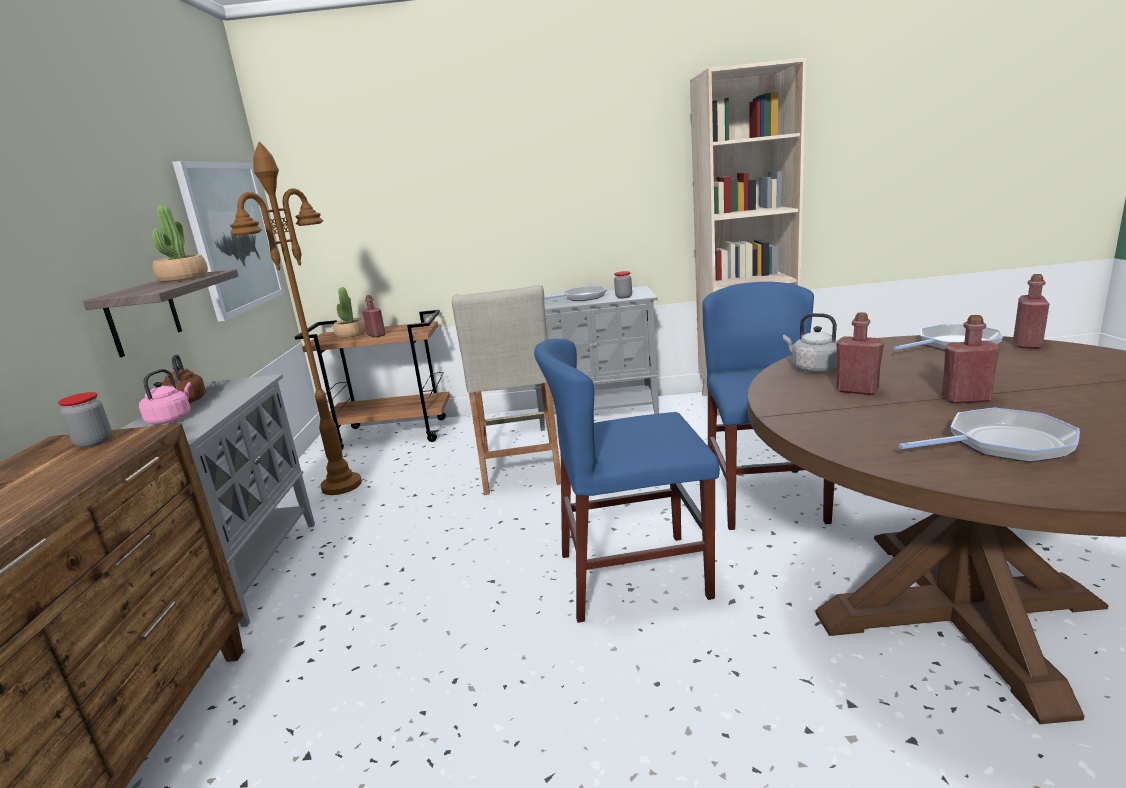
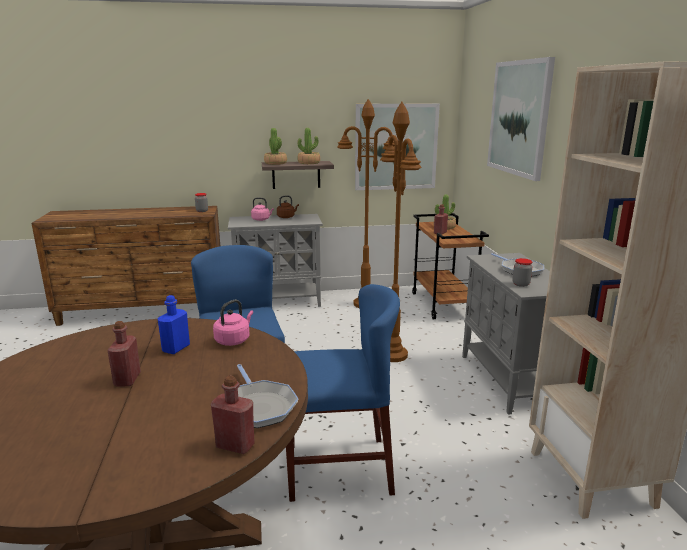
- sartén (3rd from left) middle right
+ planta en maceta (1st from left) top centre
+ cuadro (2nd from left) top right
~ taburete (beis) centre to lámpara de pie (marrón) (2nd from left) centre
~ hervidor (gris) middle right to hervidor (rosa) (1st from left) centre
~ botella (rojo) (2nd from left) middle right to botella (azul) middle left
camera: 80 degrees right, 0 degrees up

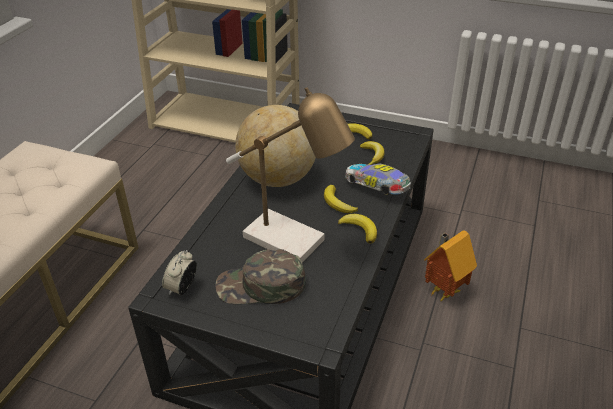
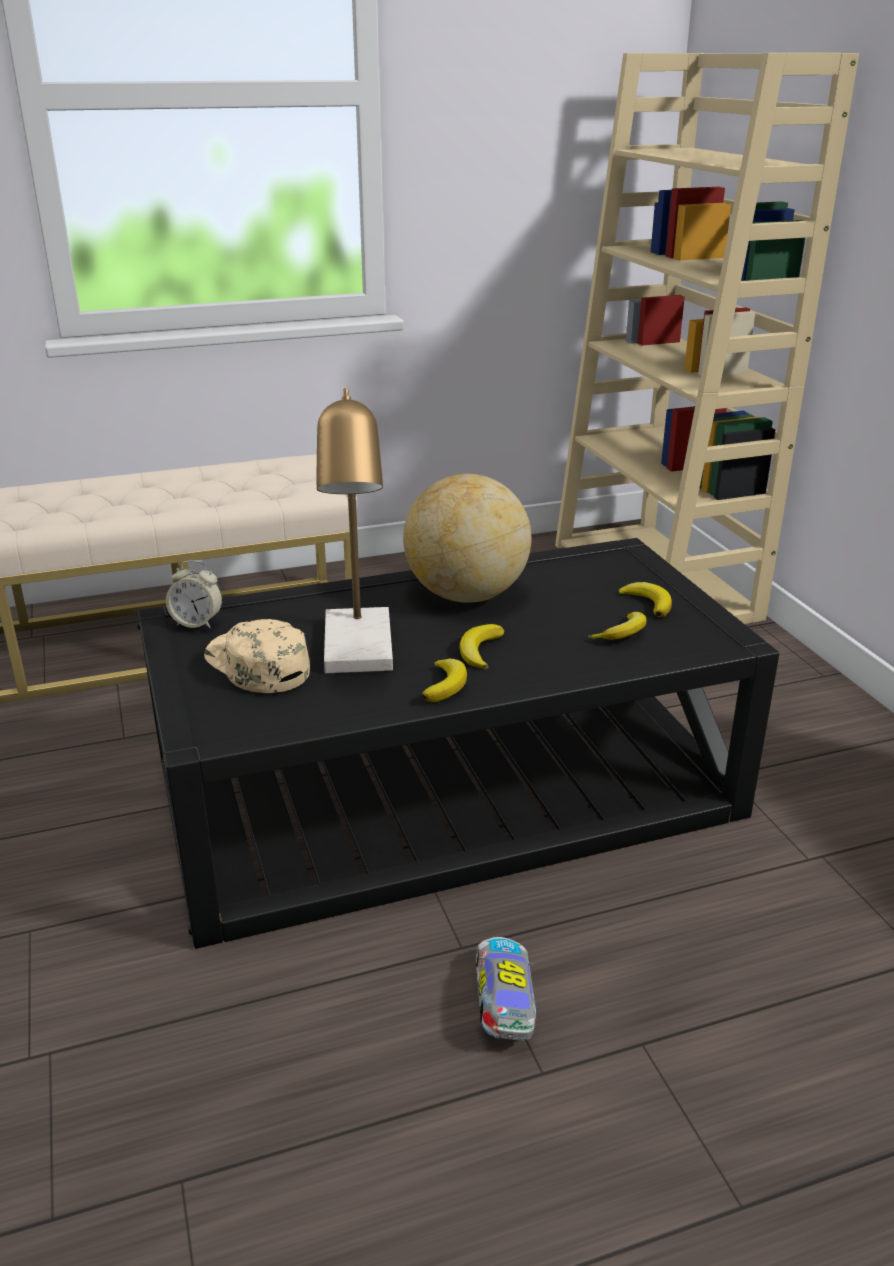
- casita middle right
~ coche de juguete centre to bottom centre
~ gorra (verde) bottom centre to gorra (beis) middle left
~ despertador middle left = middle left 150 degrees counterclockwise
camera: 50 degrees right, 10 degrees down

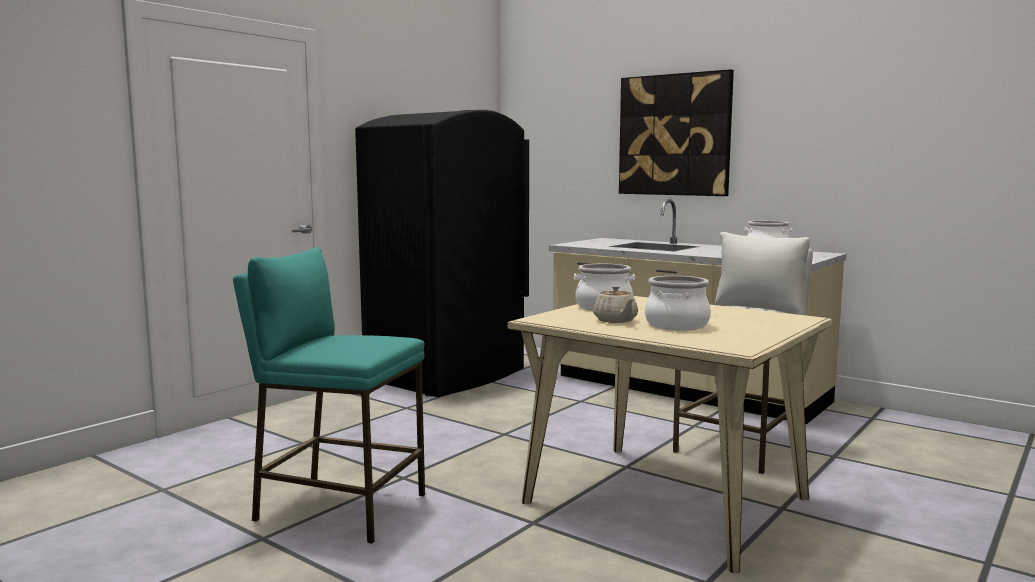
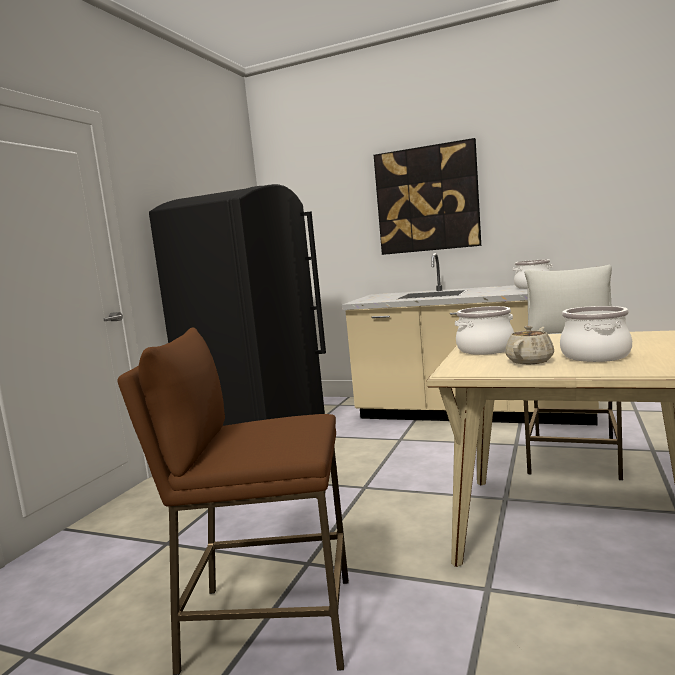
~ taburete (turquesa) bottom left to taburete (marrón) bottom centre
~ tetera (beis) centre = middle right 105 degrees counterclockwise
camera: 15 degrees left, 0 degrees up

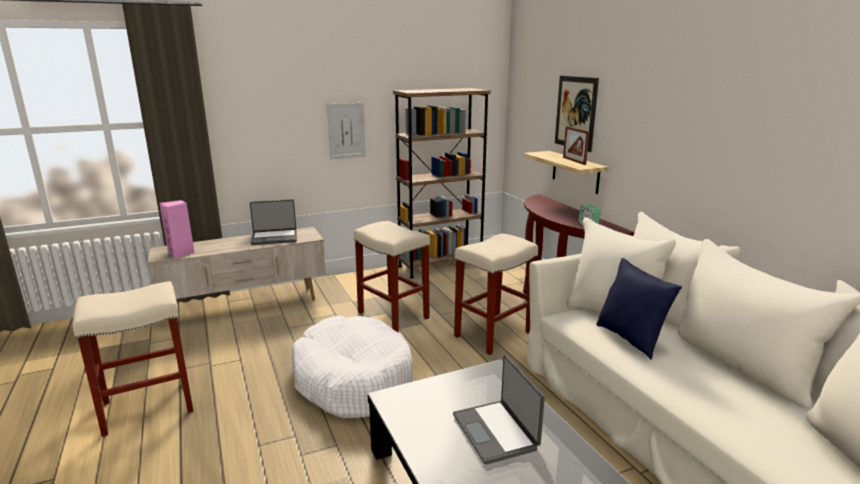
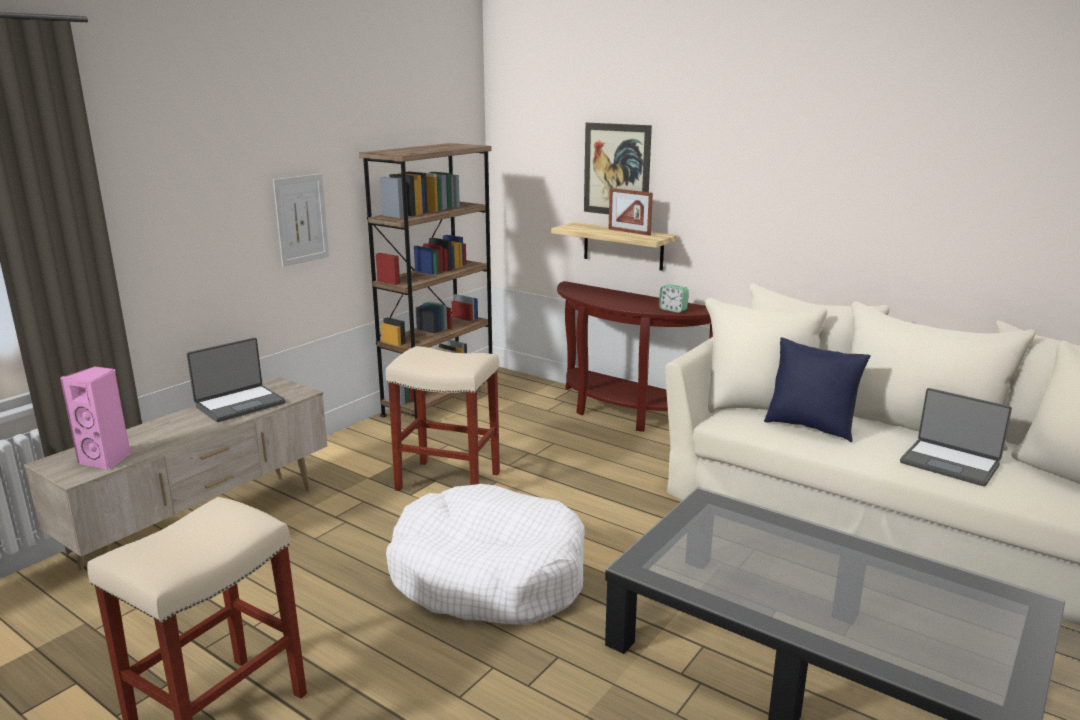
- taburete (beis) (3rd from left) centre
~ portátil (2nd from left) bottom centre to middle right
camera: 30 degrees left, 0 degrees up

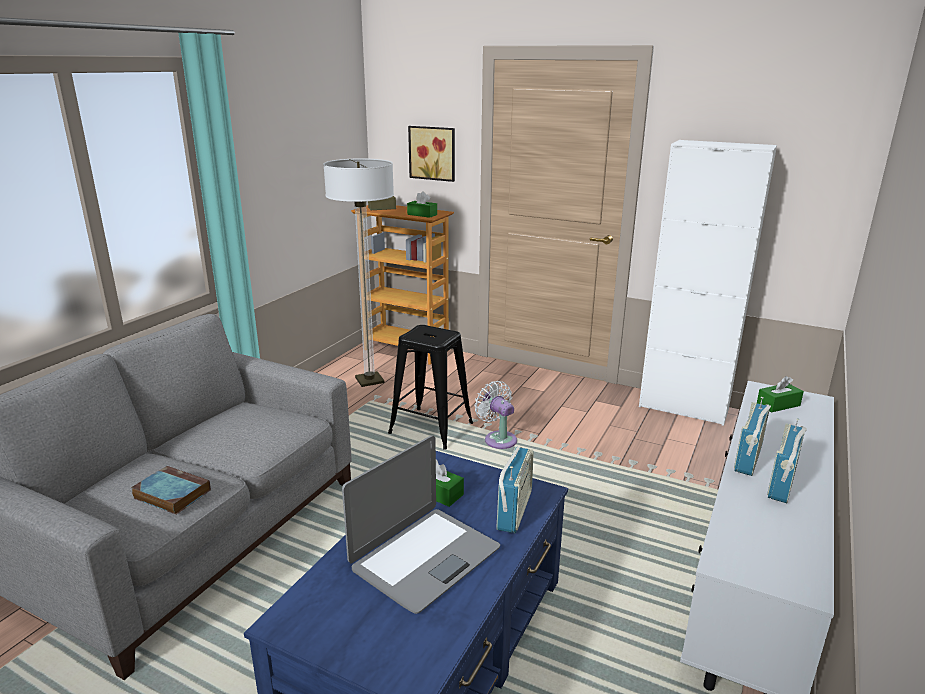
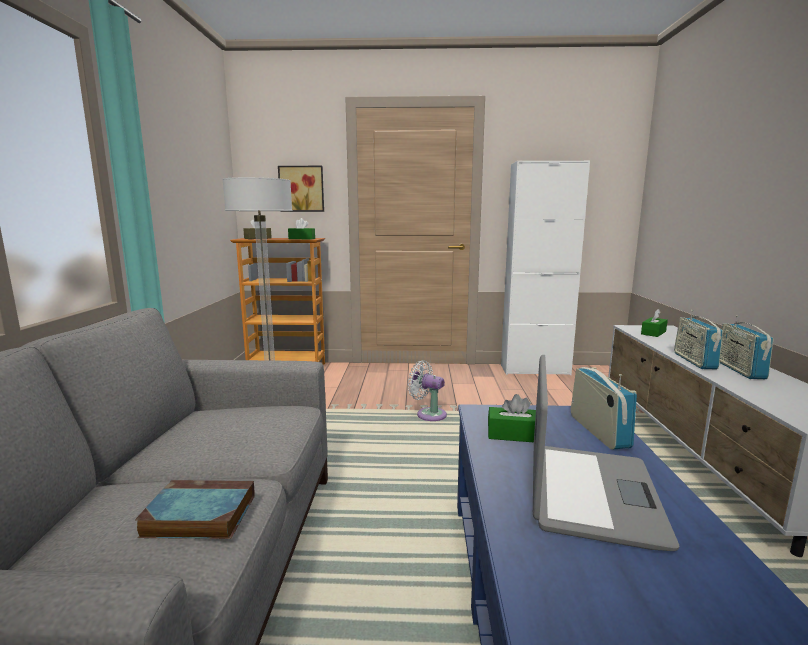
- taburete (negro) centre
camera: 25 degrees left, 10 degrees down

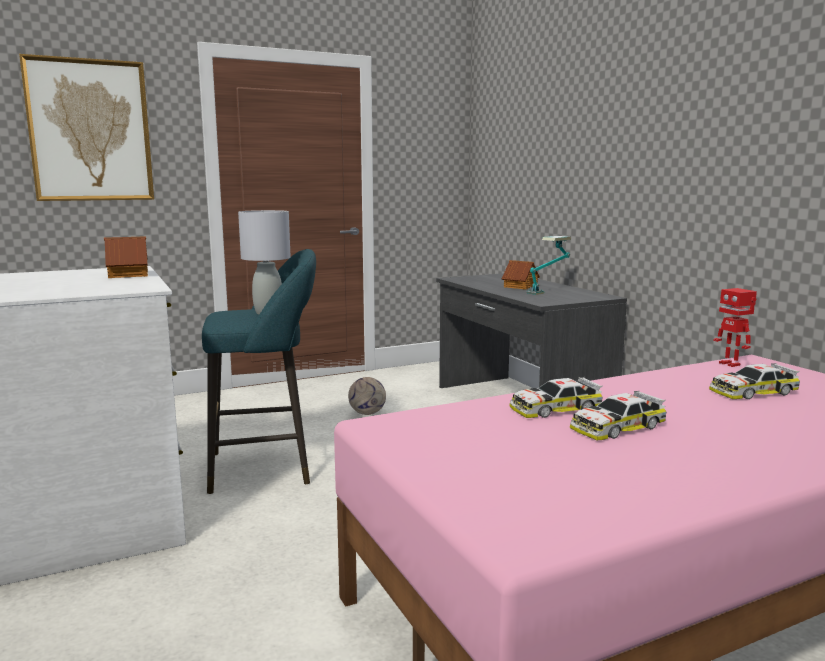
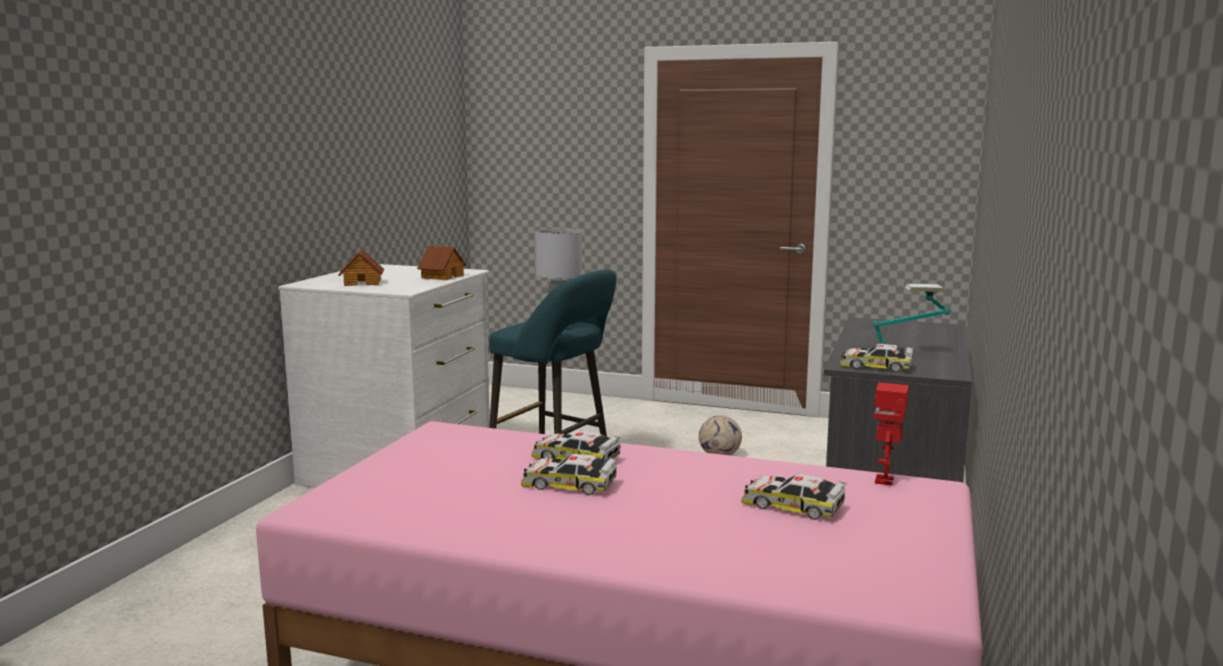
- cuadro top left
+ coche de juguete (4th from left) middle right
~ casita (2nd from left in the first image) centre to casita (1st from left) middle left
camera: 45 degrees right, 0 degrees up

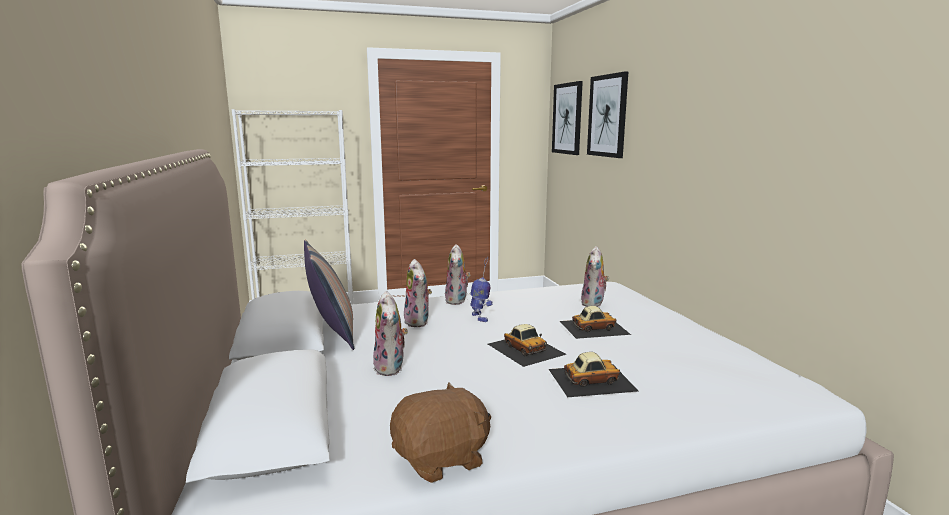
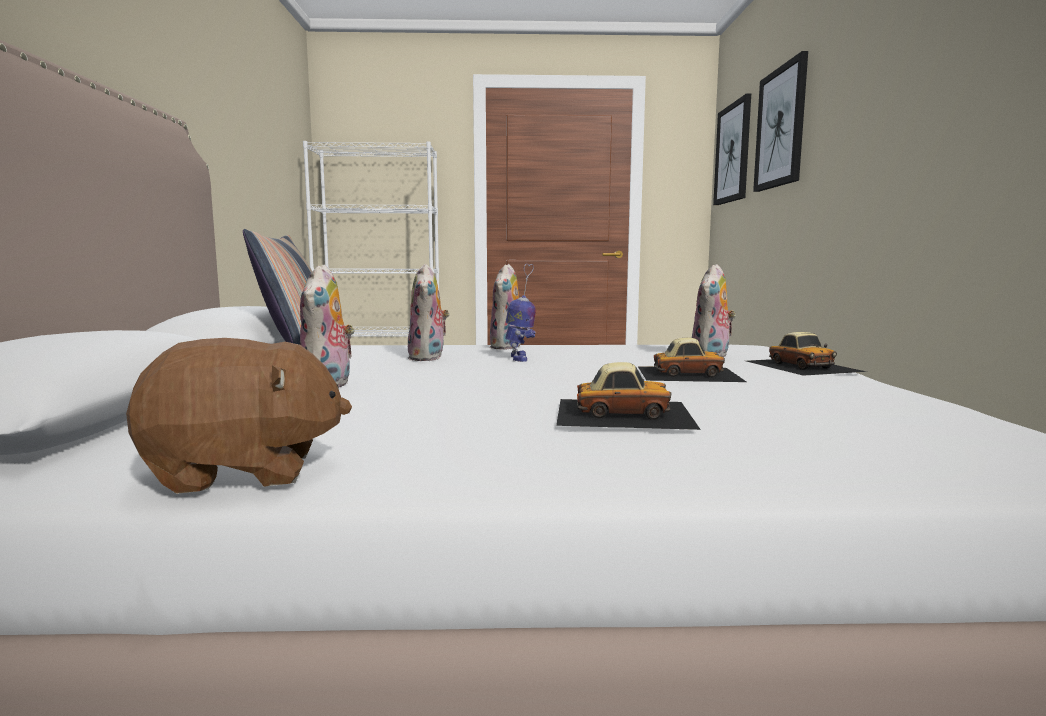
~ coche de juguete (1st from left in the first image) bottom centre to coche de juguete (3rd from left) middle right
camera: 15 degrees right, 5 degrees down

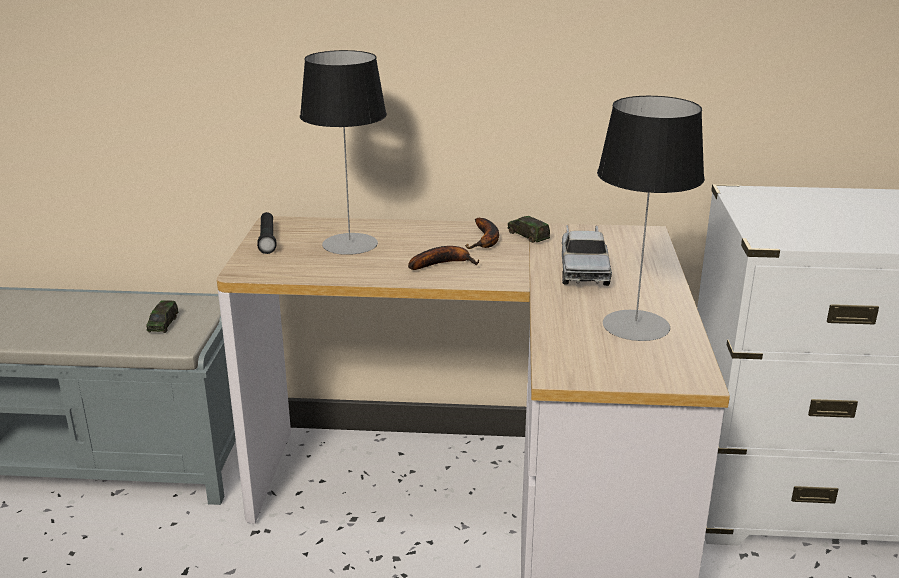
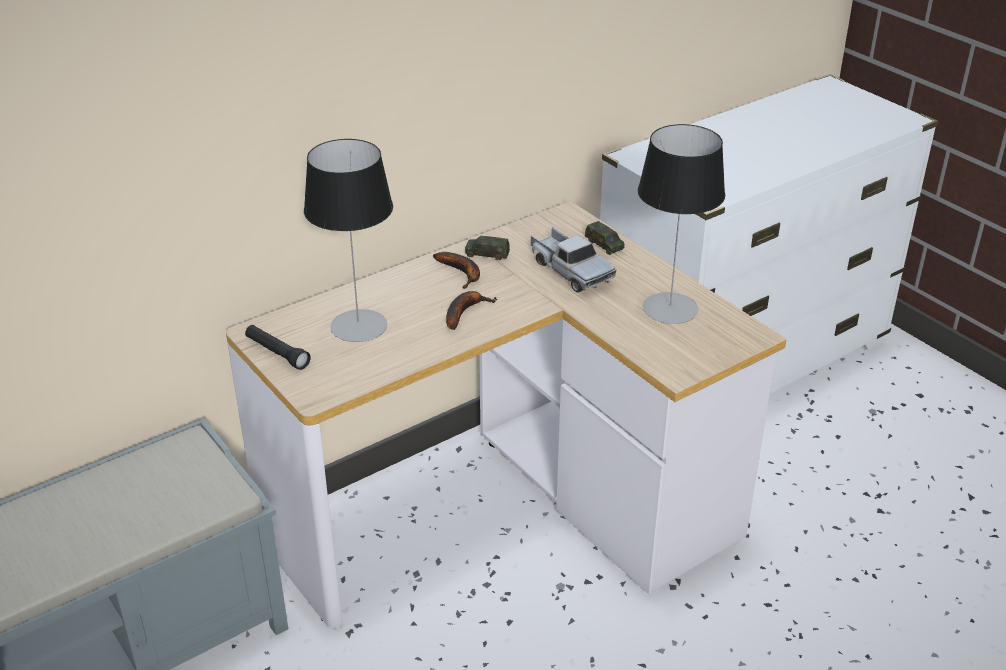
~ coche de juguete (1st from left in the first image) middle left to coche de juguete (2nd from left) centre
camera: 40 degrees left, 10 degrees up

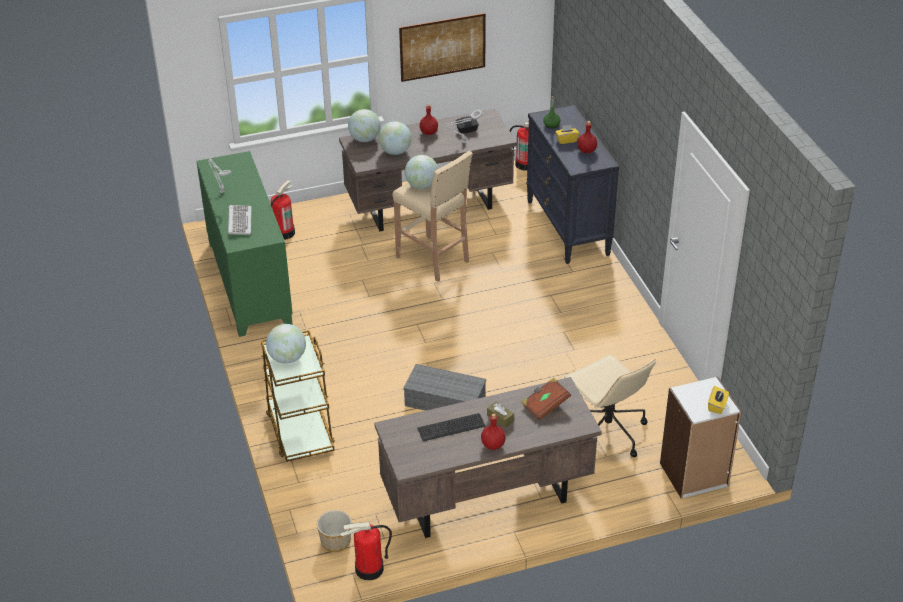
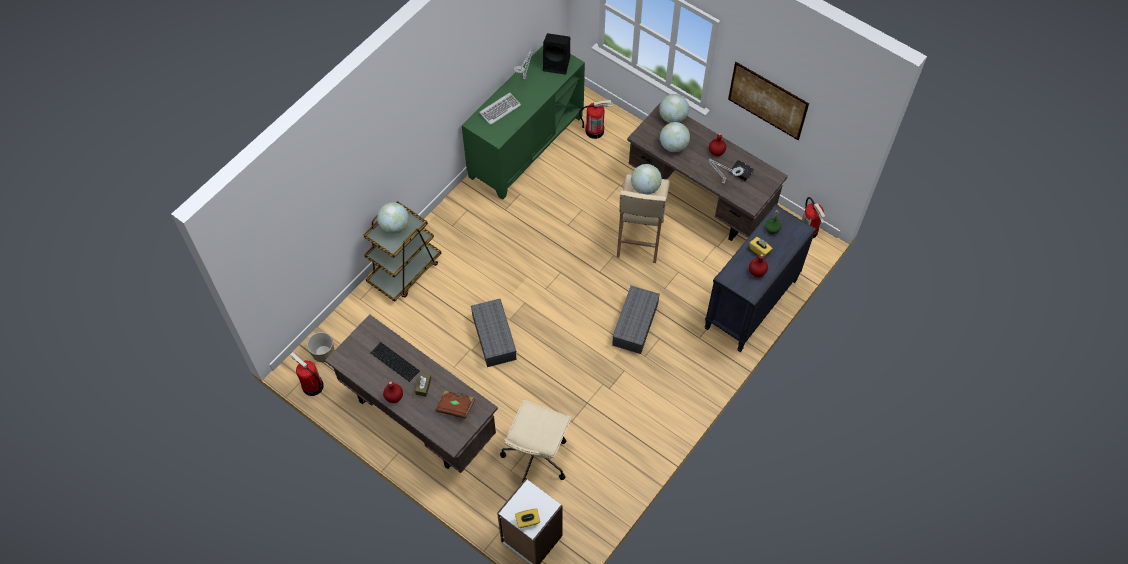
+ altavoz (negro) top centre
+ caja de almacenaje (gris) (2nd from left) centre
camera: 55 degrees right, 20 degrees up

